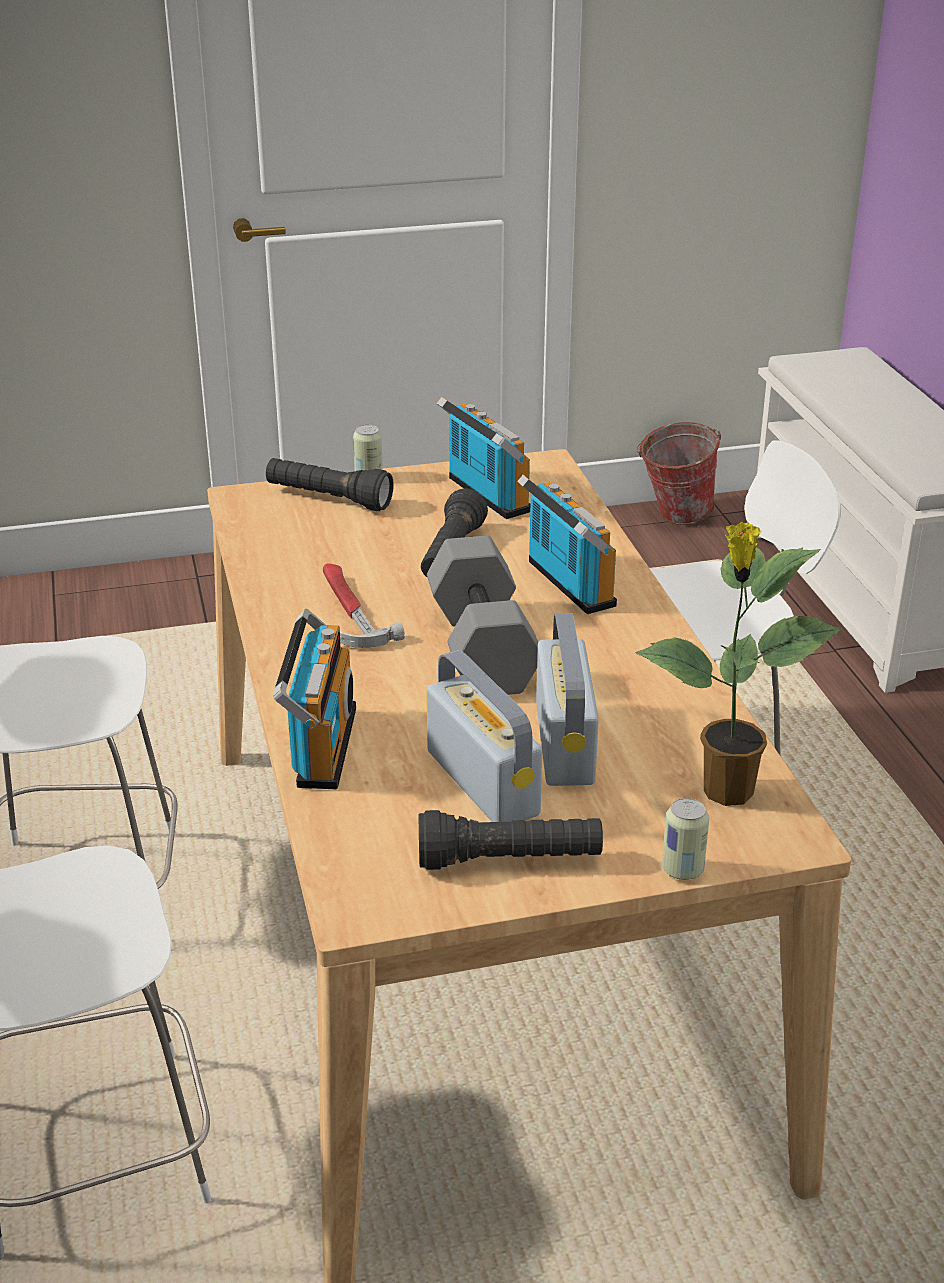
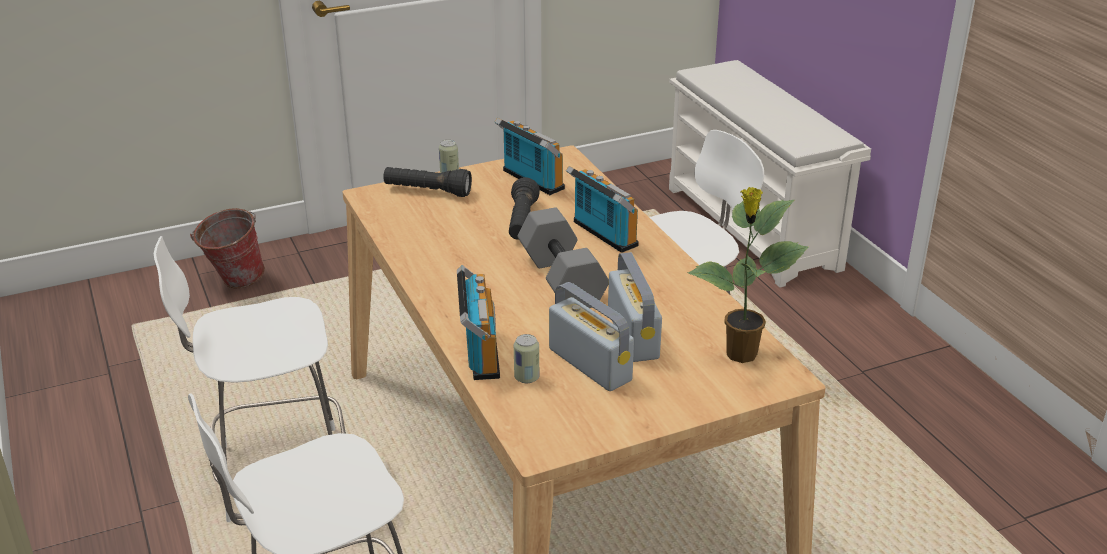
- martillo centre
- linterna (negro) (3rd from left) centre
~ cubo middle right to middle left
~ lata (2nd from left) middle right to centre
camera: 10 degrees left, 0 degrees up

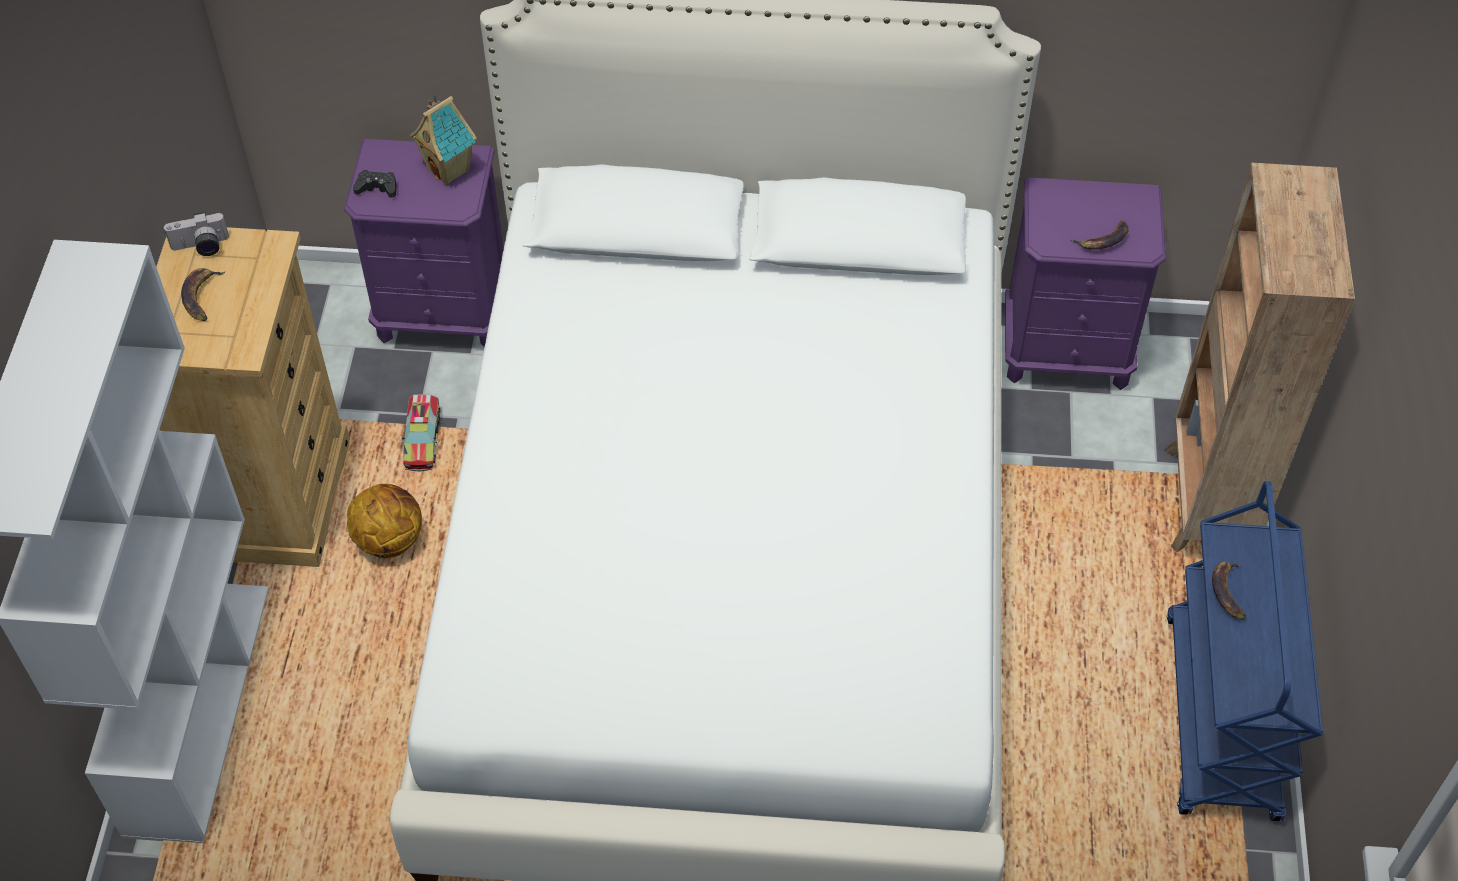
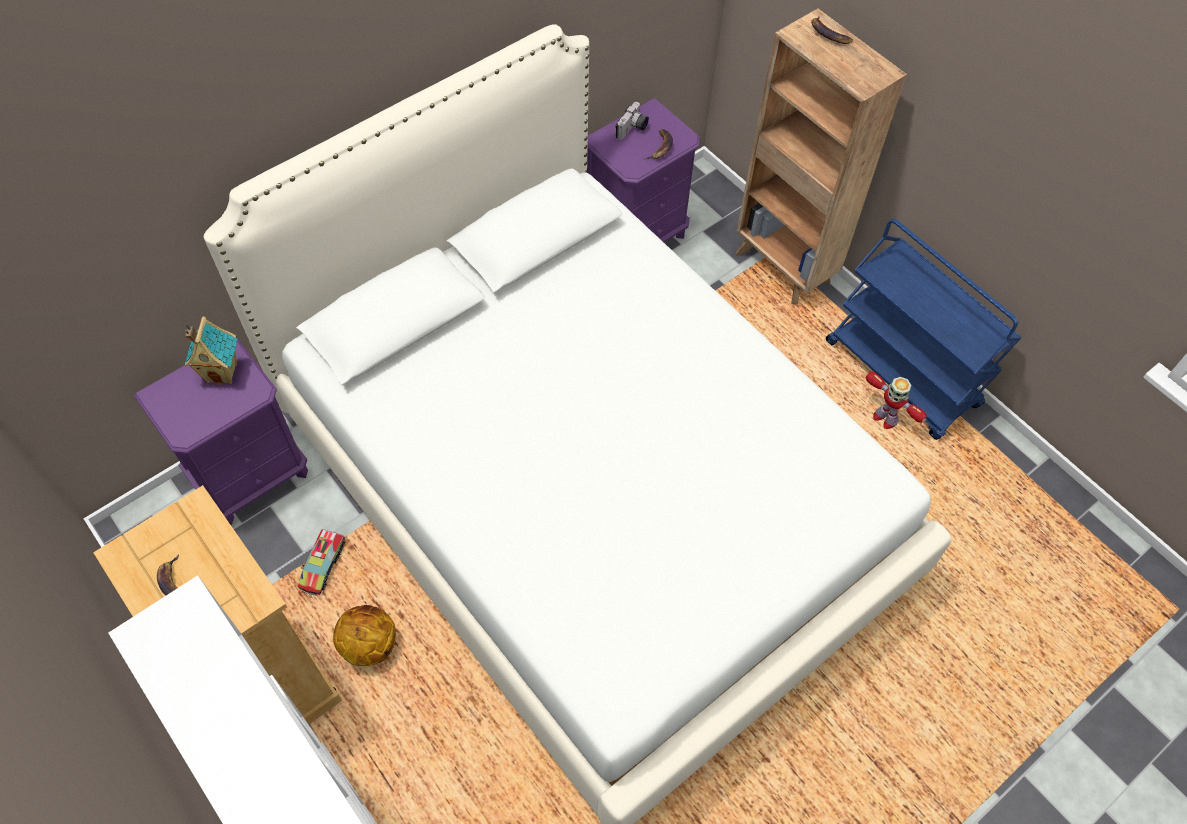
- mando de consola (negro) top left
+ robot de juguete middle right
~ cámara top left to top centre
~ plátano (3rd from left) bottom right to top right
~ camión de juguete middle left = bottom left 60 degrees clockwise
camera: 45 degrees left, 5 degrees up

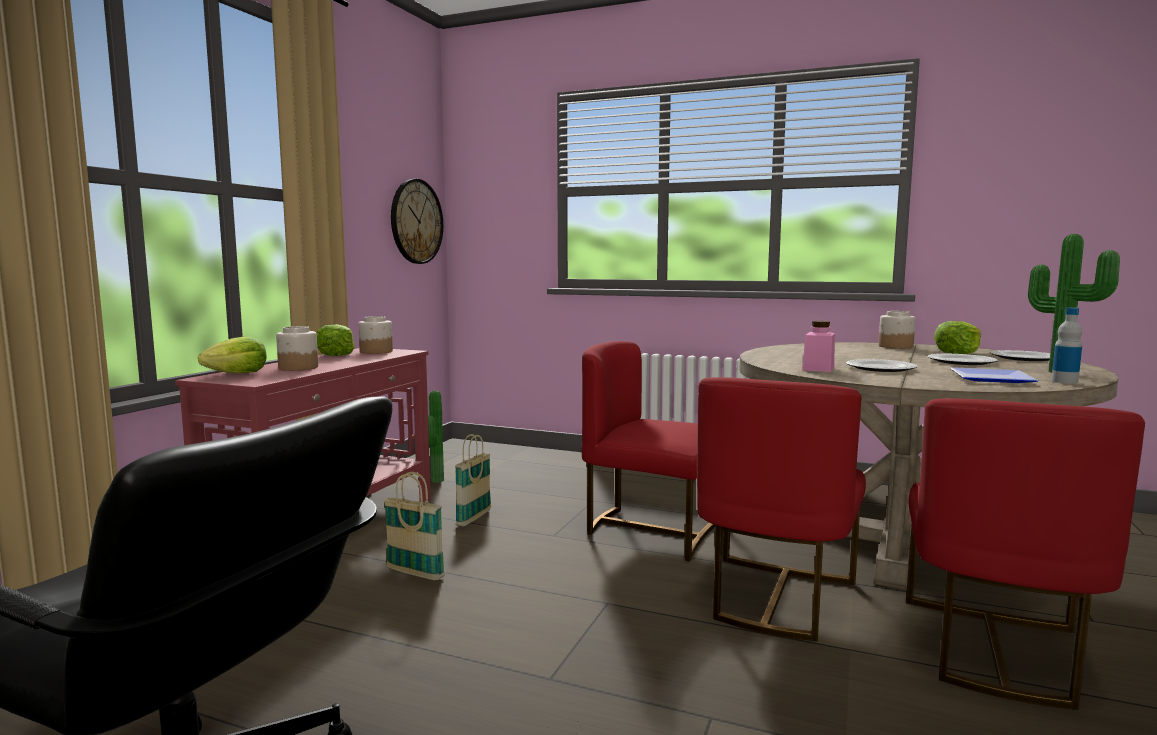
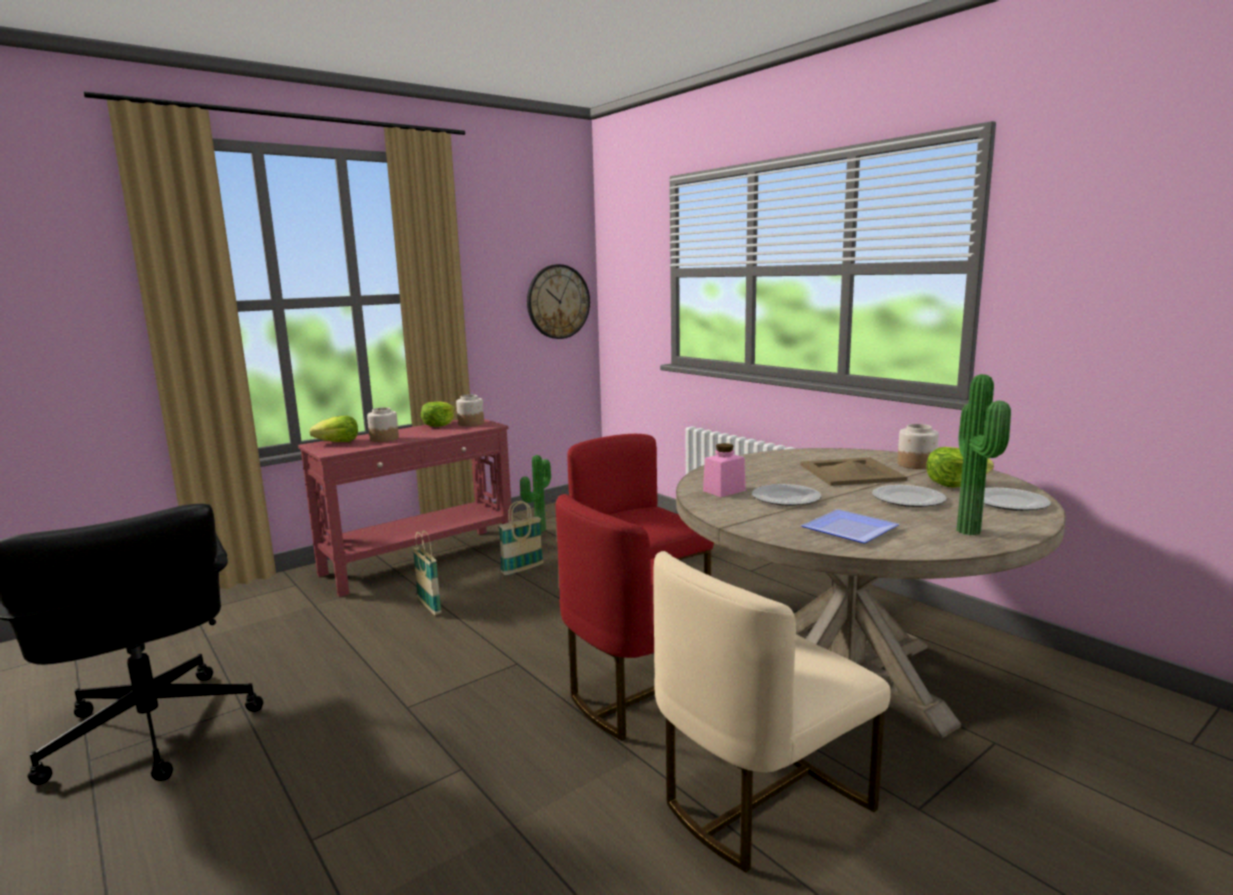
- botella middle right
+ bandeja (beis) middle right
~ silla (rojo) (3rd from left) bottom right to silla (beis) bottom centre
camera: 30 degrees right, 5 degrees up

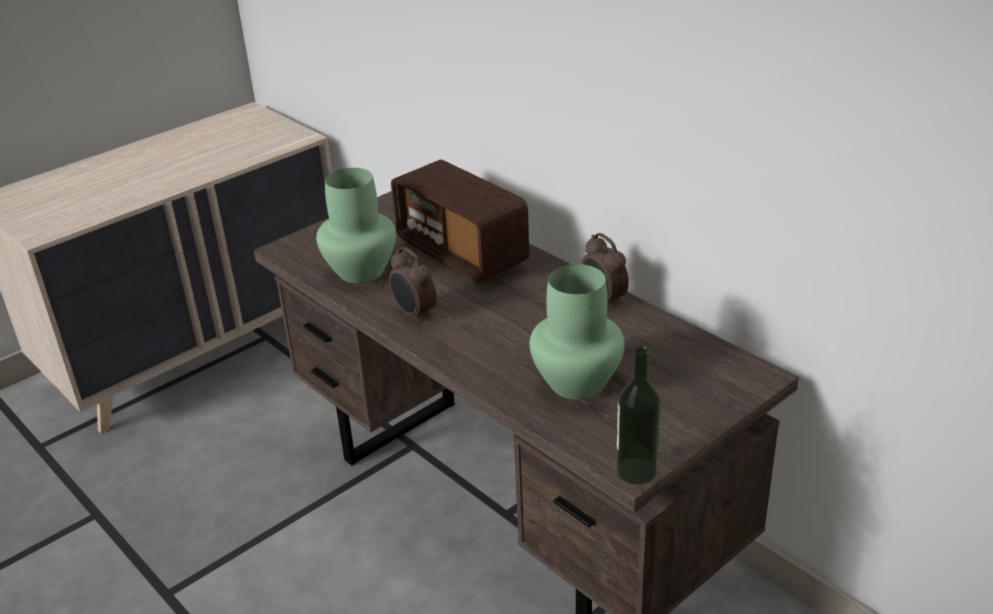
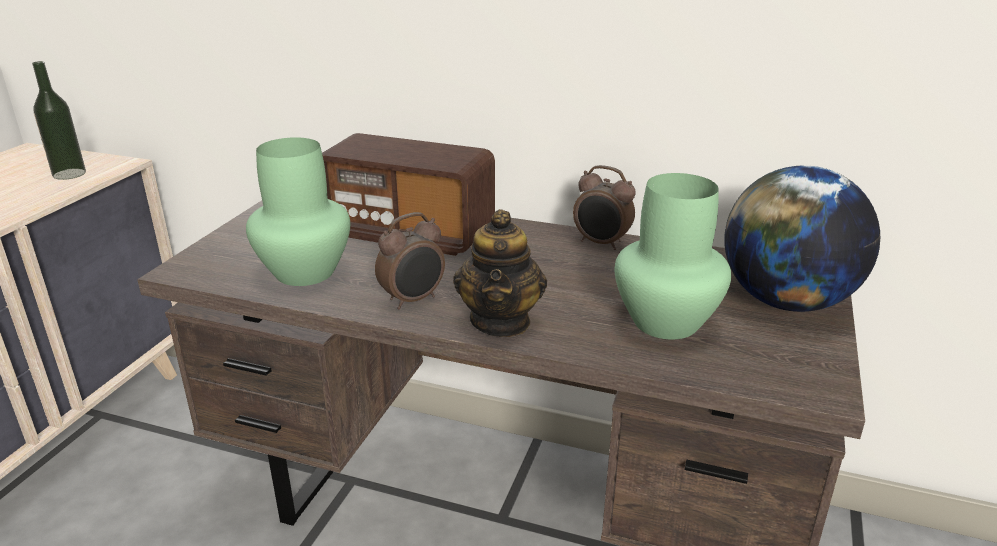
+ tetera centre
+ globo terráqueo middle right
~ botella bottom centre to top left
~ despertador (1st from left) centre = centre 60 degrees counterclockwise
camera: 30 degrees left, 5 degrees down

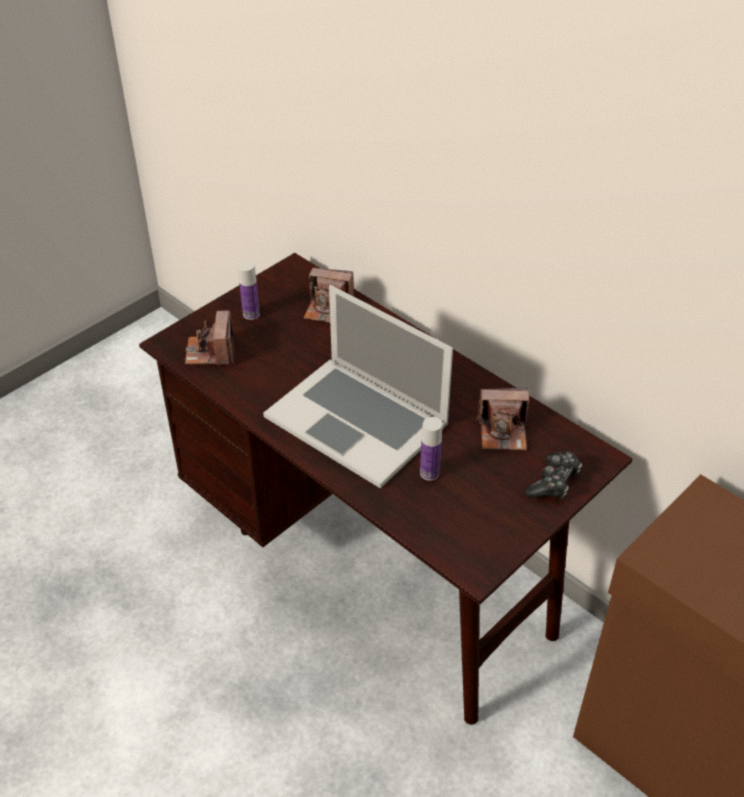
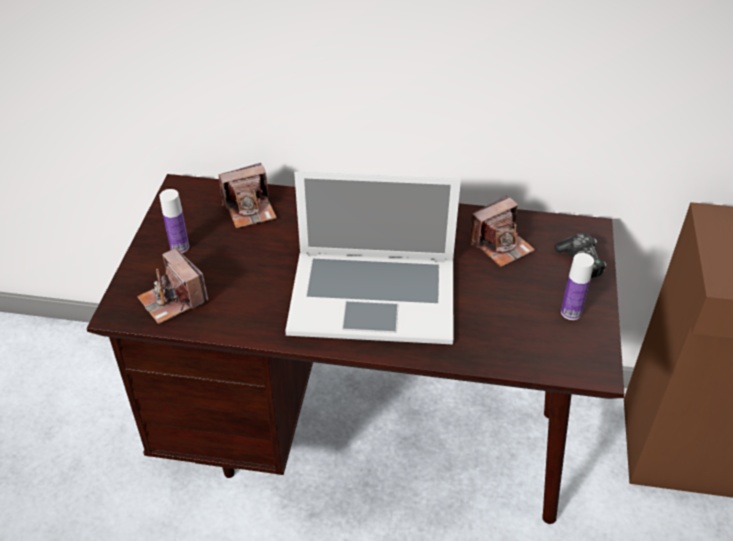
~ botella (2nd from left) centre to middle right
camera: 35 degrees left, 0 degrees up

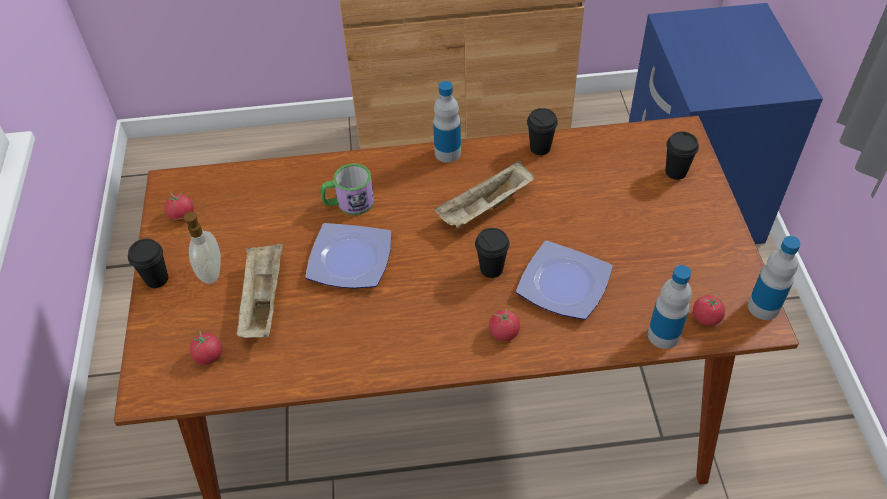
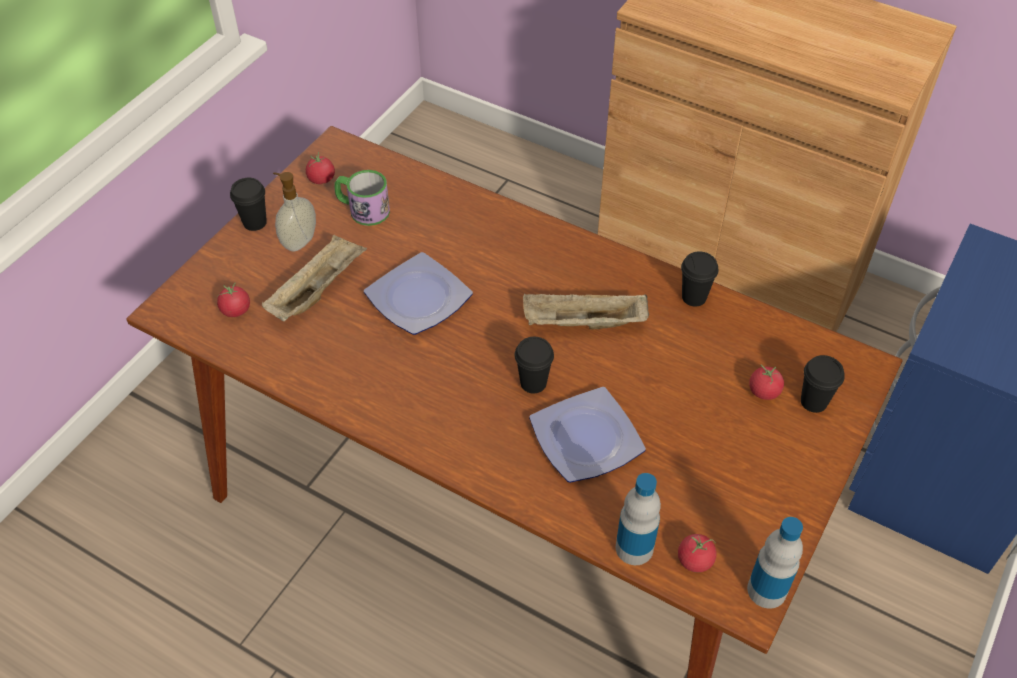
- botella (1st from left) top centre
~ taza grande centre to top centre
~ tomate (3rd from left in the first image) centre to tomate (4th from left) middle right
camera: 35 degrees right, 0 degrees up

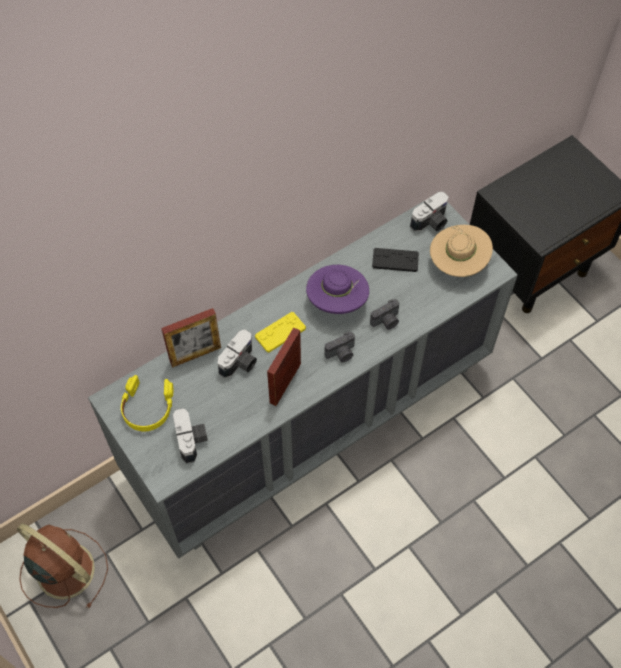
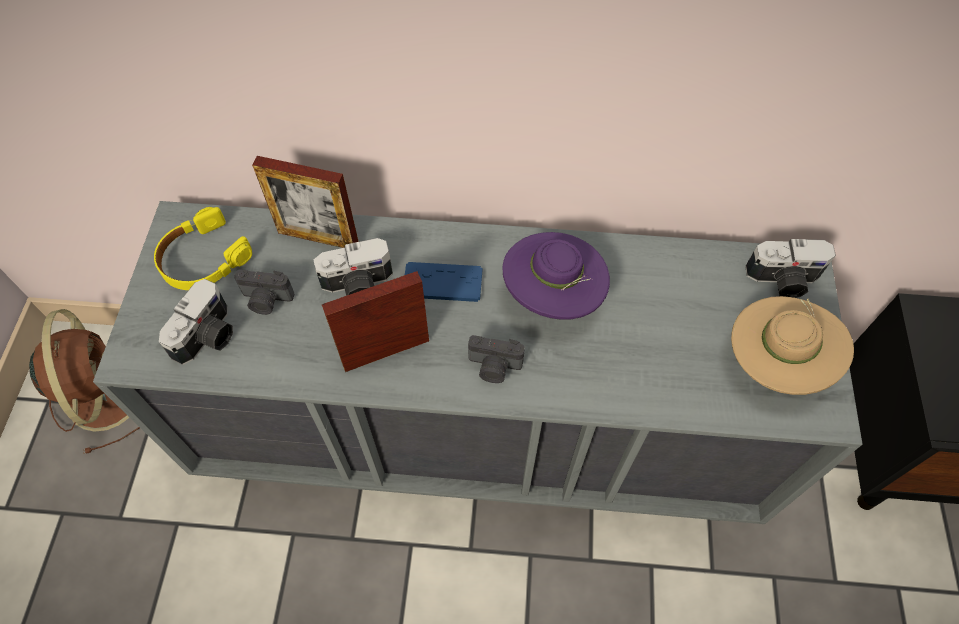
- mando de consola (negro) centre
~ cámara (4th from left in the first image) centre to cámara (2nd from left) middle left
~ mando de consola (amarillo) centre to mando de consola (azul) centre
camera: 40 degrees right, 0 degrees up

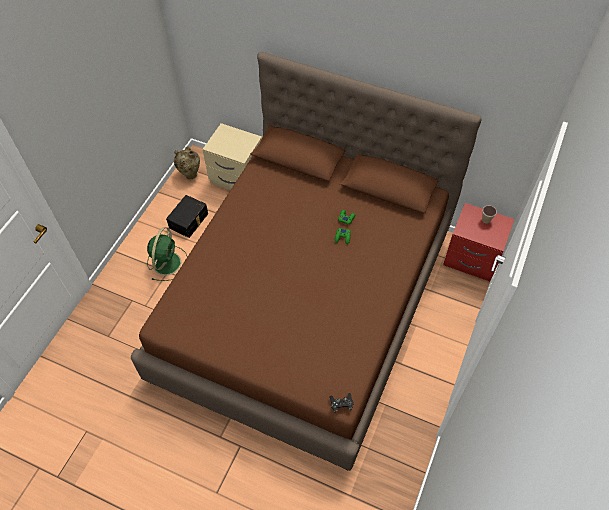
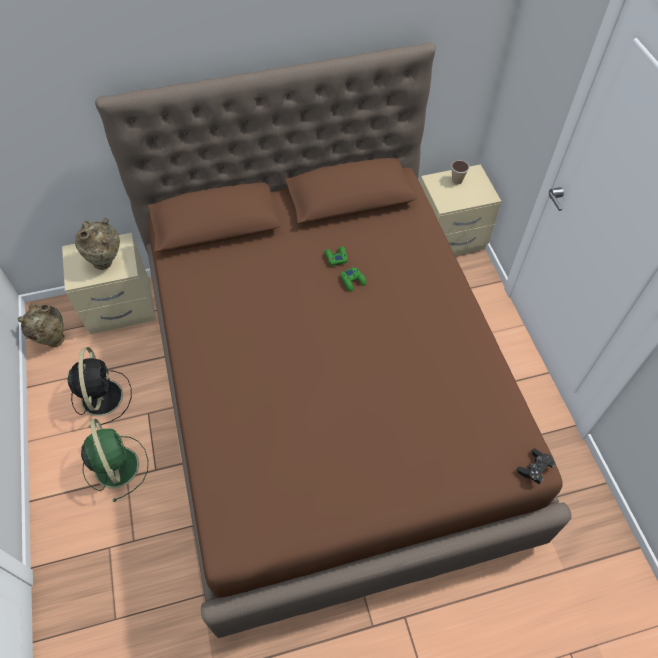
+ florero (beis) (2nd from left) middle left
~ caja de almacenaje (negro) middle left to ventilador (negro) middle left
~ mesita de noche (rojo) middle right to mesita de noche (beis) (2nd from left) top right
camera: 40 degrees left, 0 degrees up

